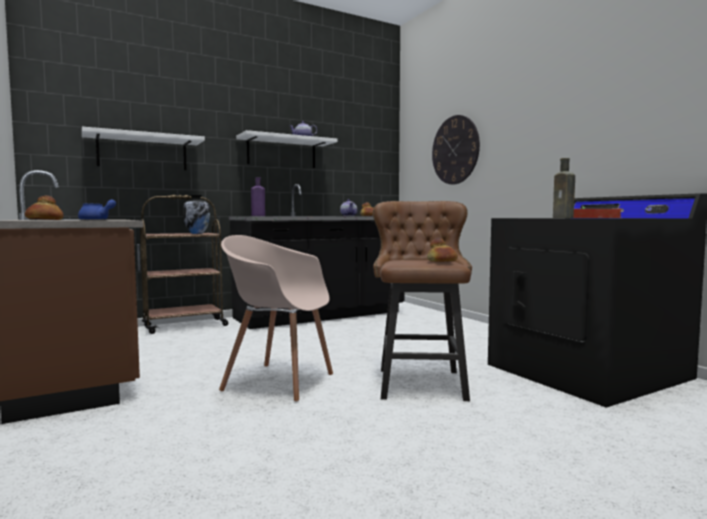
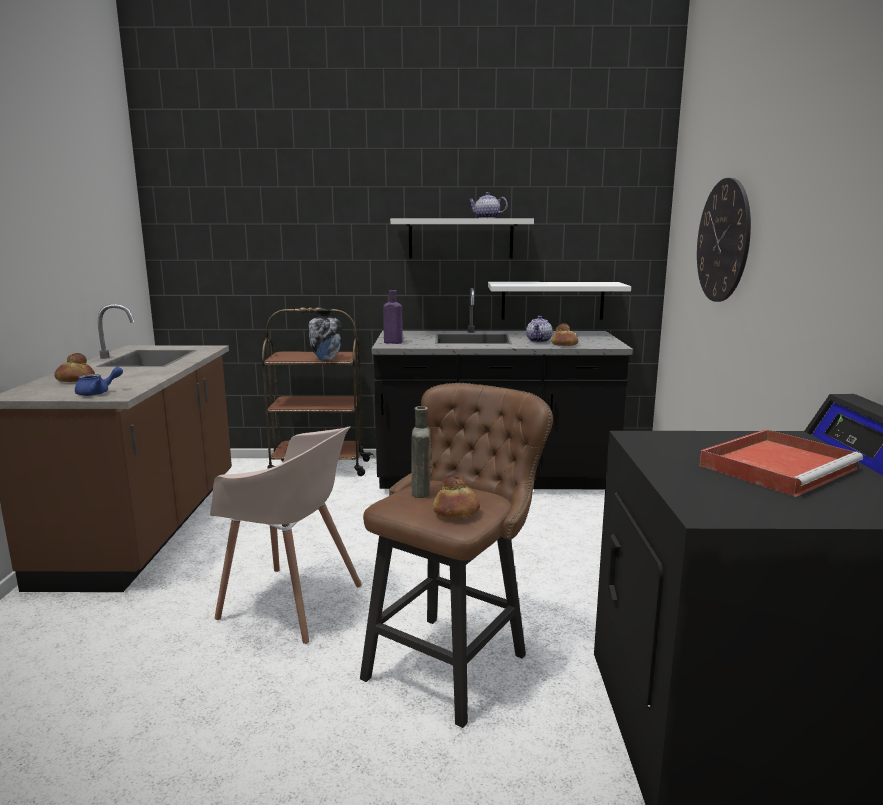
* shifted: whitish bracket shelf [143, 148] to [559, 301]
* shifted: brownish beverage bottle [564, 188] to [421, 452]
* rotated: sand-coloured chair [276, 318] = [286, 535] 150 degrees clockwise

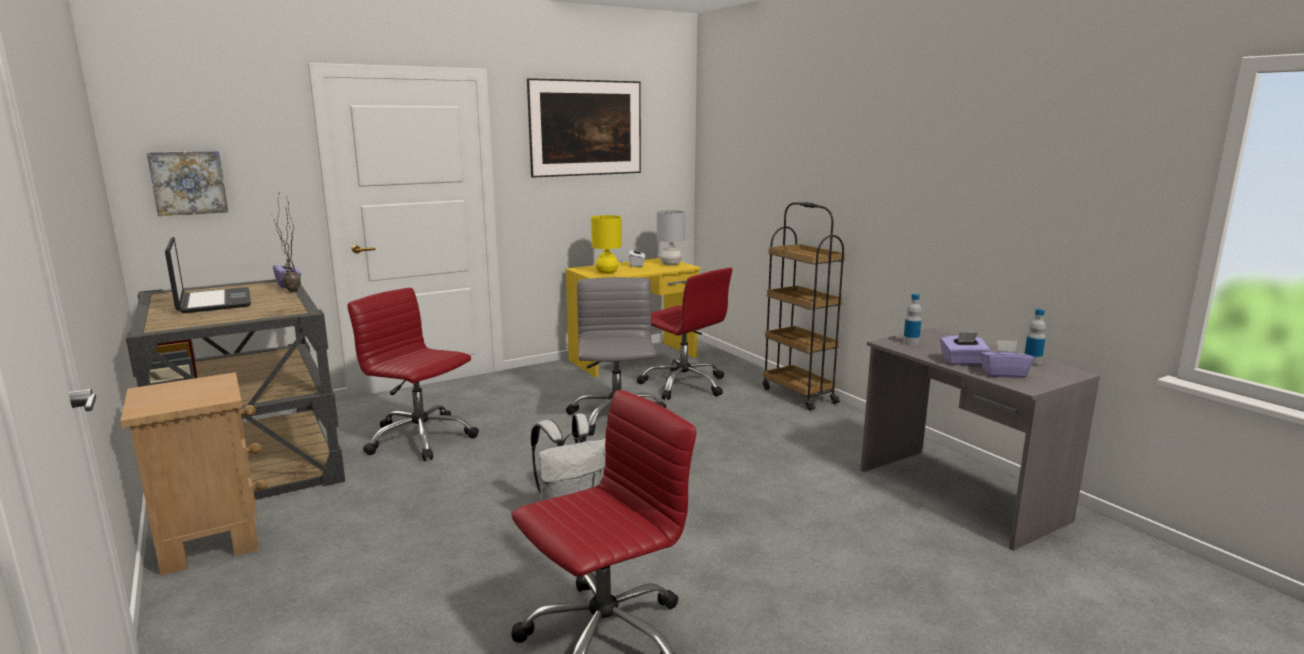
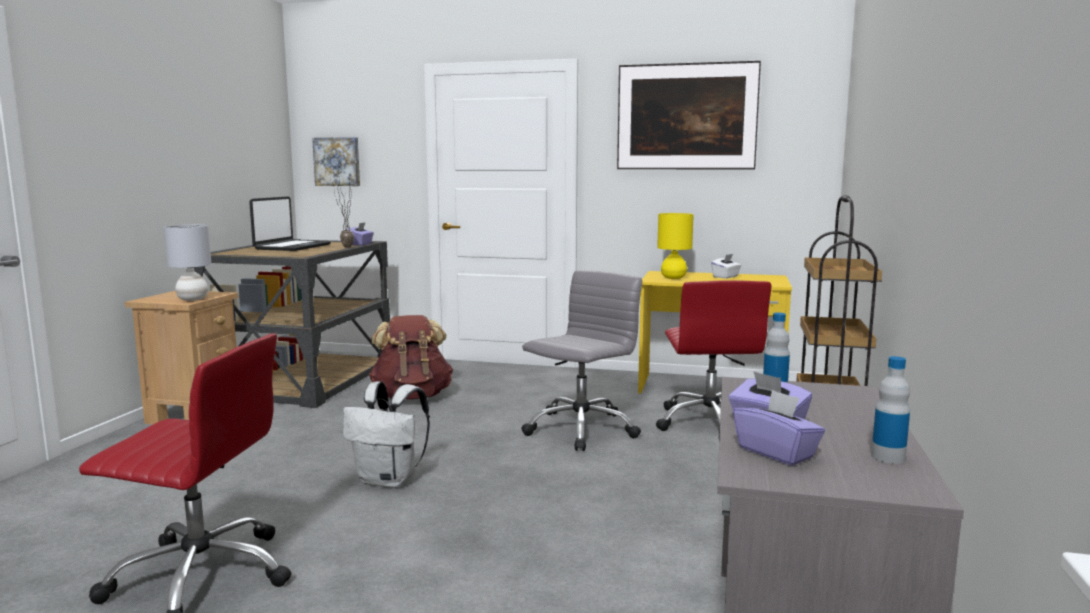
* shifted: grey lamp for a table [671, 238] to [187, 263]
* swapped: reddish desk chair [413, 374] to brownish backpack [411, 357]

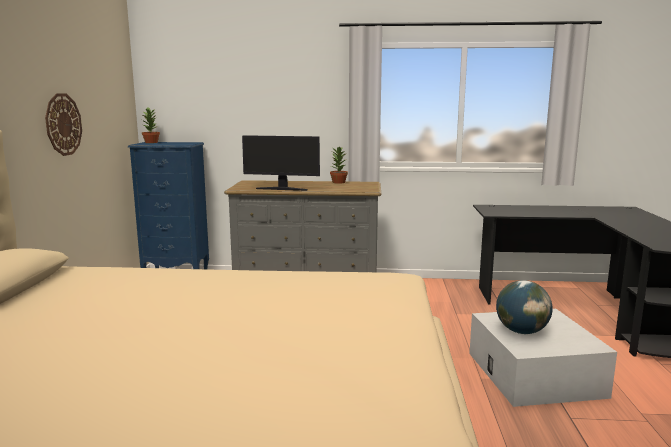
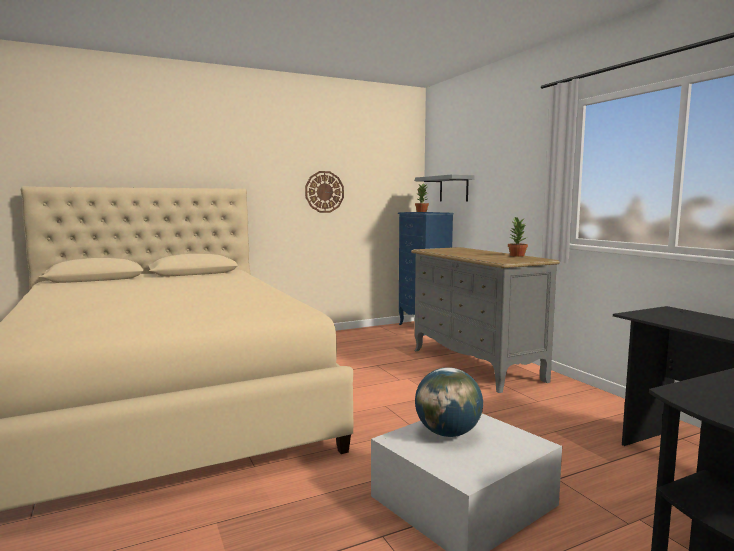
* gone: monitor [281, 163]
* new: grey bracket shelf [445, 188]

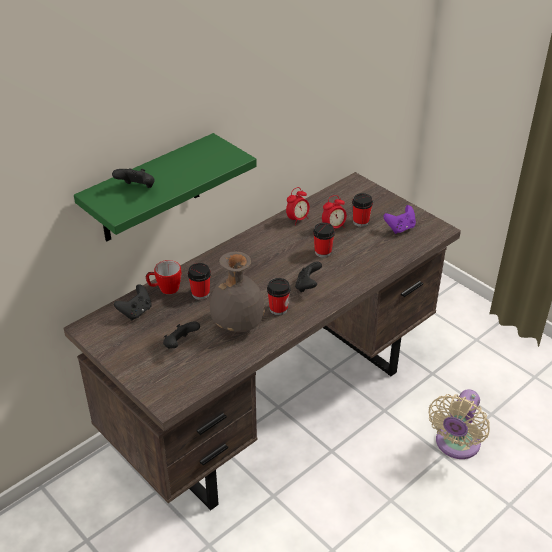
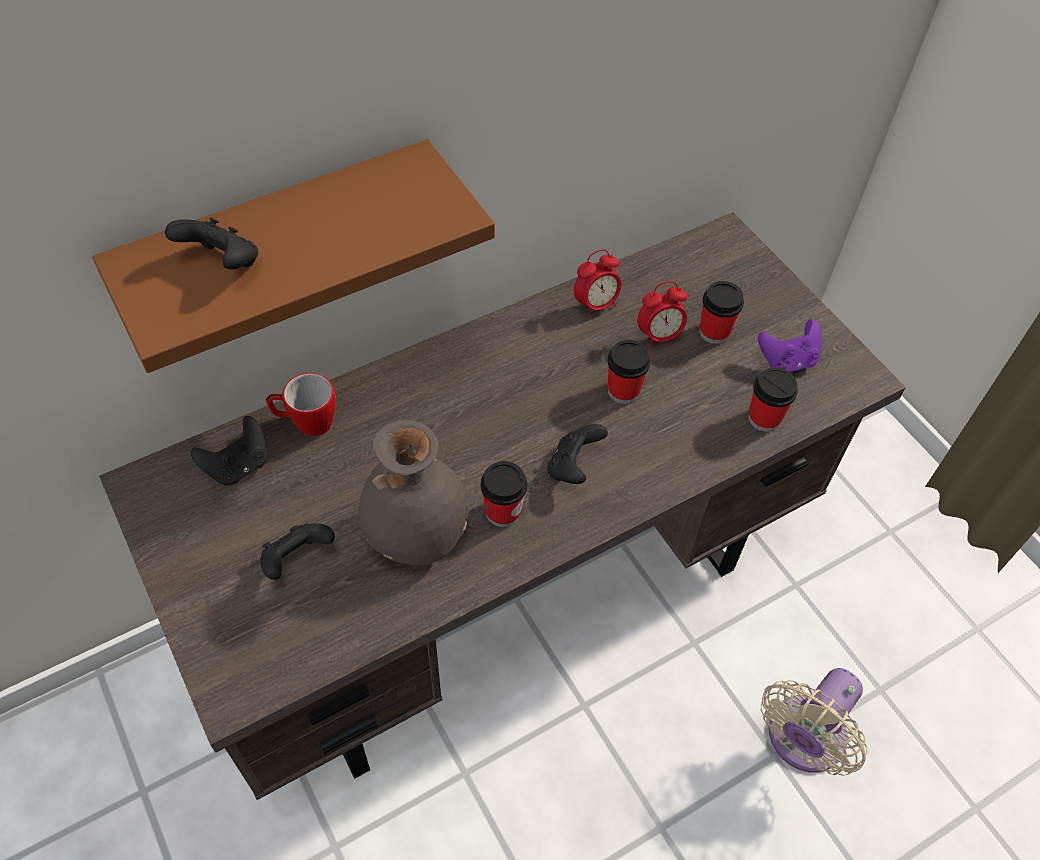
* repainted: green bracket shelf [165, 187] to brownish bracket shelf [293, 256]
* shifted: small cup [199, 281] to [773, 399]

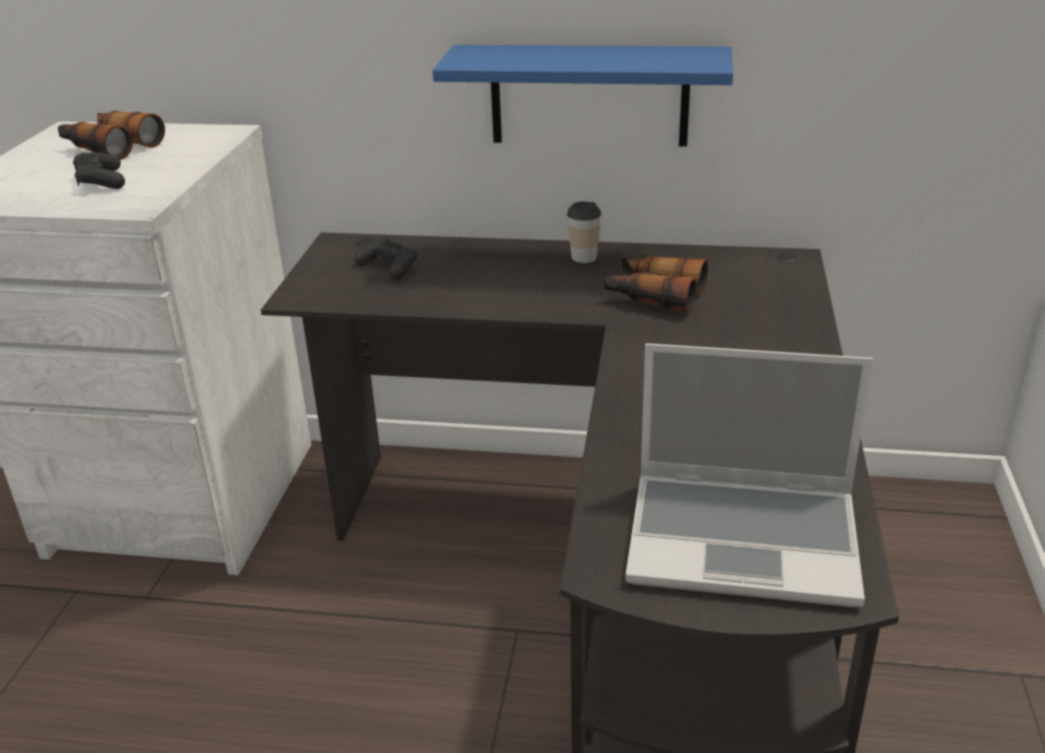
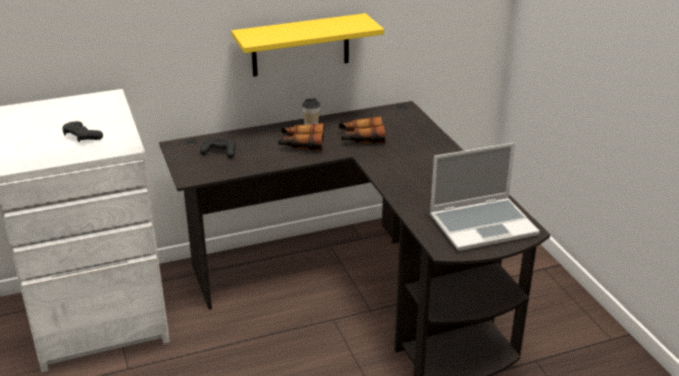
* repainted: blue-coloured bracket shelf [583, 96] to yellow bracket shelf [307, 45]
* shifted: field glasses [111, 135] to [301, 137]

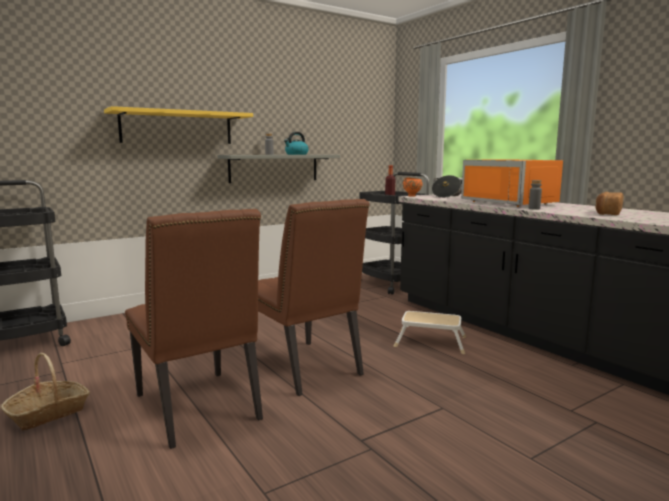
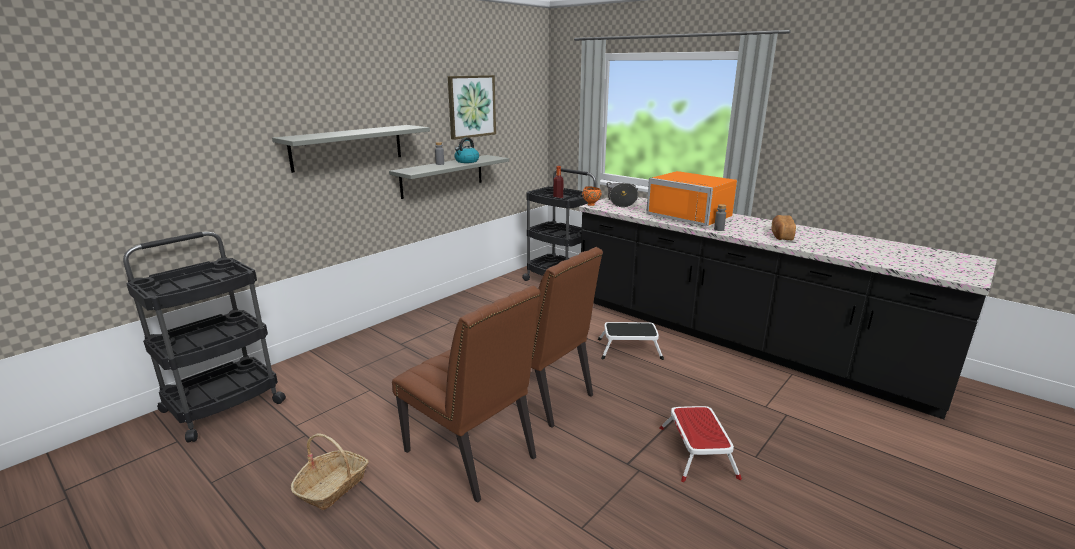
* repainted: yellow bracket shelf [178, 125] to grey bracket shelf [351, 149]
* repainted: sand-coloured step ladder [430, 332] to blackish step ladder [631, 341]
* new: wall art [472, 107]
* new: reddish step ladder [700, 444]

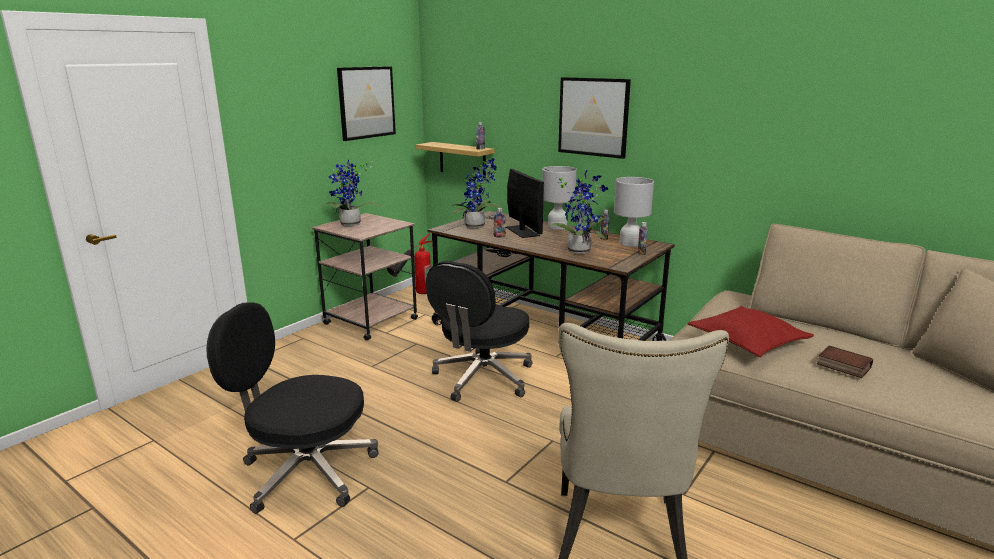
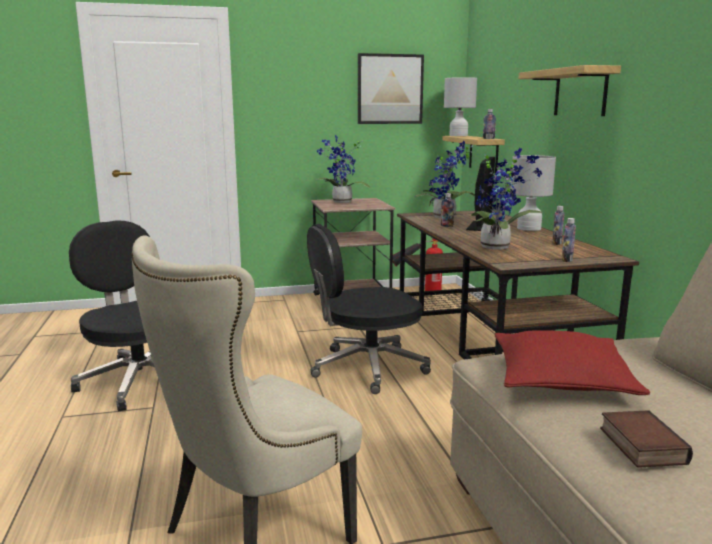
* swapped: wall art [594, 118] to bracket shelf [570, 90]
* shifted: grey lamp for a table [634, 212] to [460, 106]

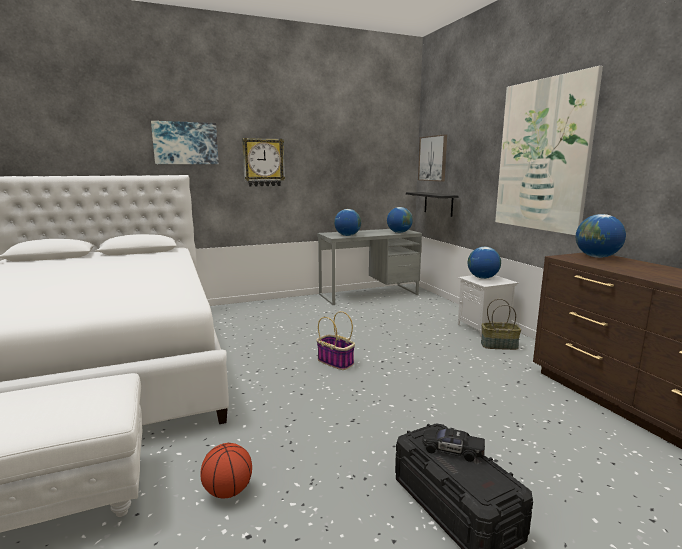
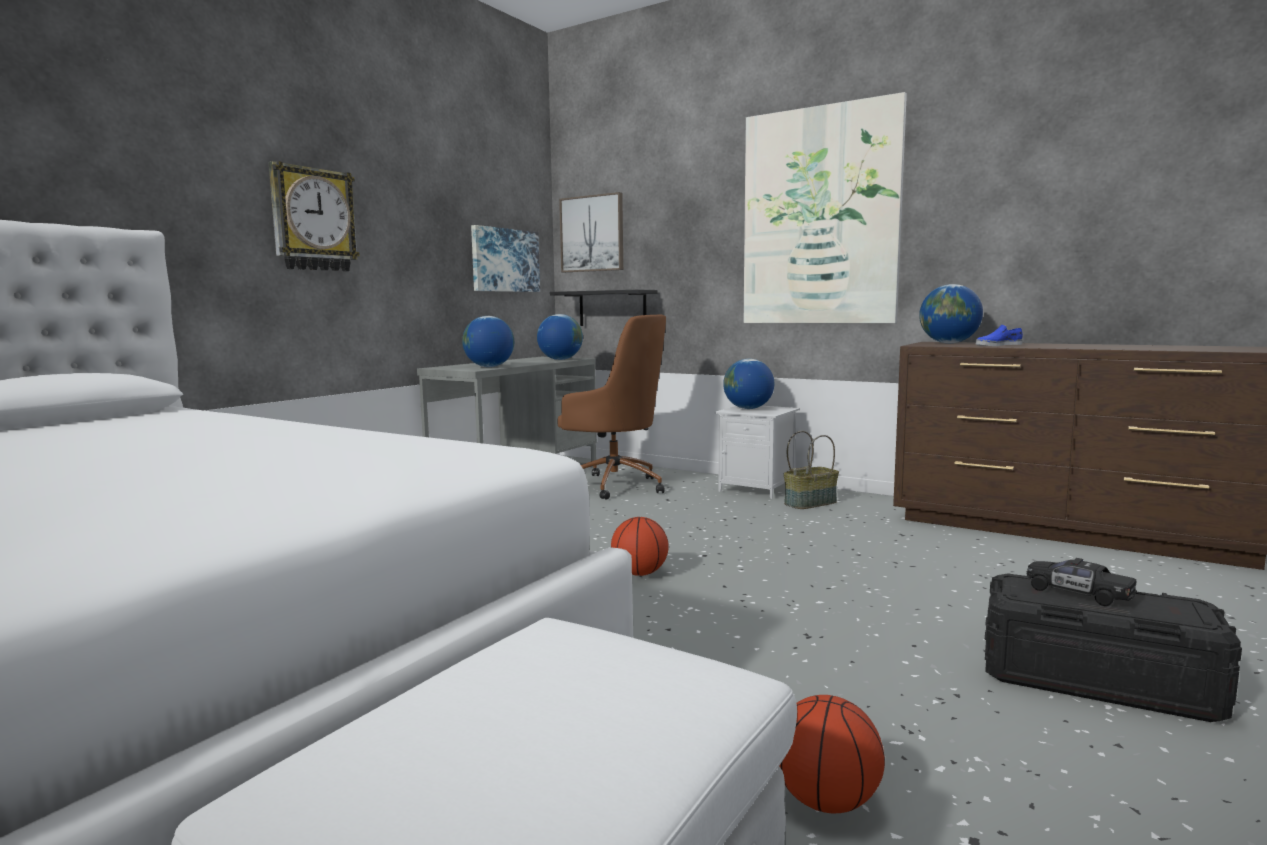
* shifted: wall art [185, 142] to [505, 258]
* swapped: basket [335, 340] to ball for basketball [640, 546]
* rotated: blackish miniature car [453, 445] = [1082, 582] 60 degrees clockwise
* new: brownish desk chair [611, 407]
* new: blue-coloured shoe [999, 335]

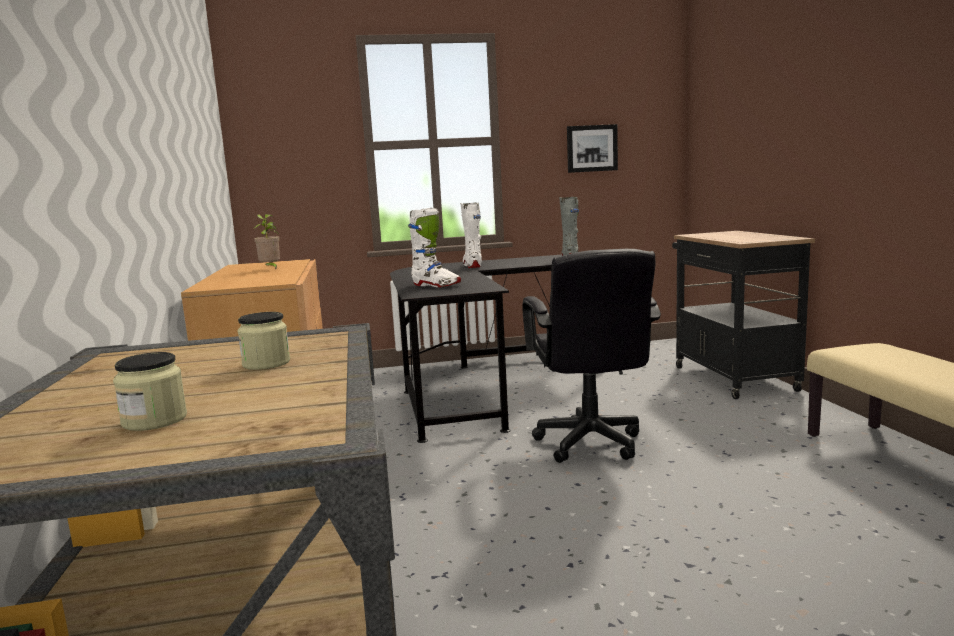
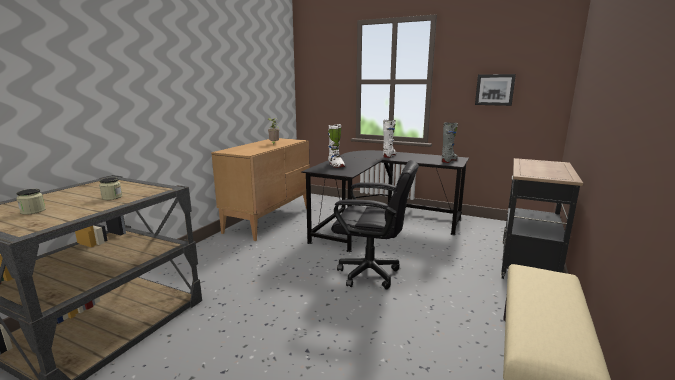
* rotated: blackish desk chair [592, 356] = [375, 224] 105 degrees counterclockwise

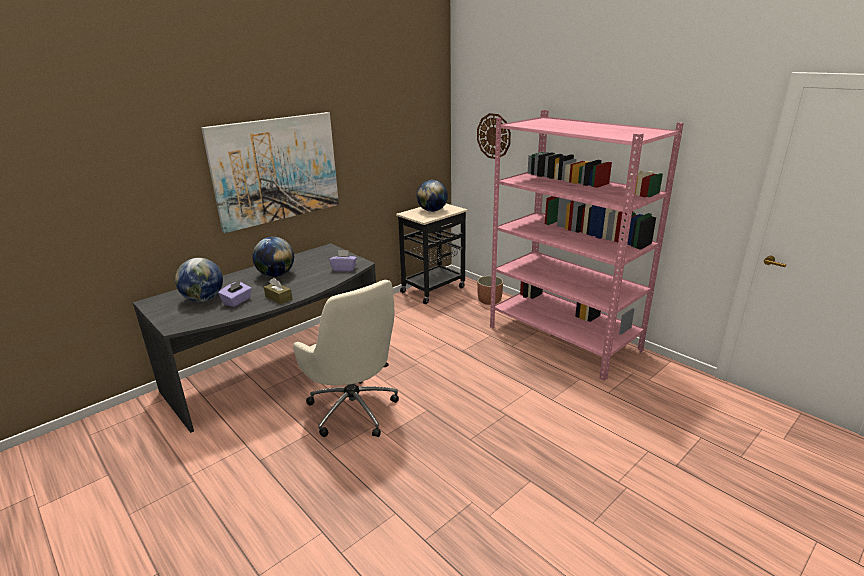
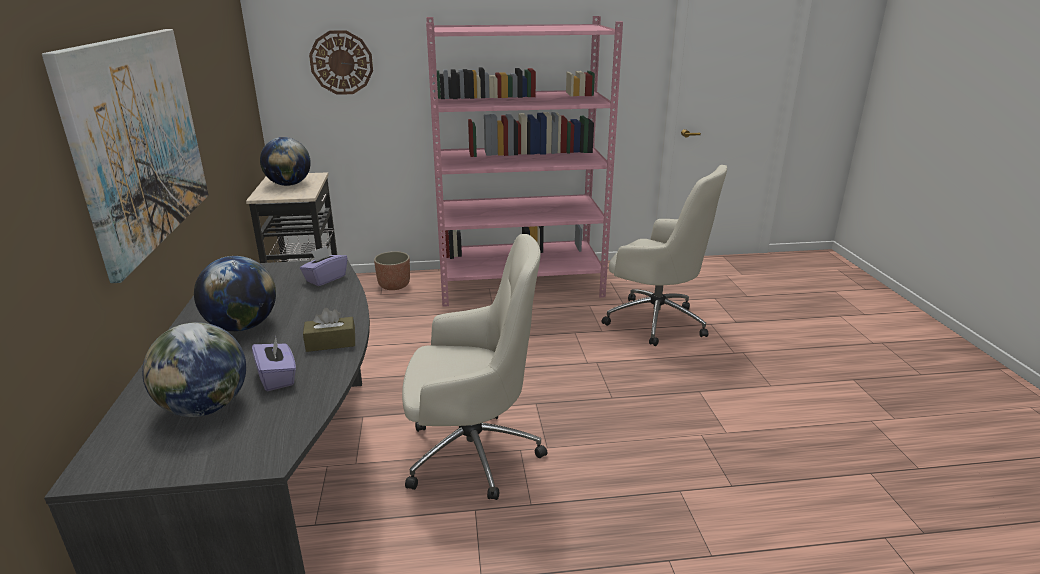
* new: sand-coloured desk chair [664, 255]

